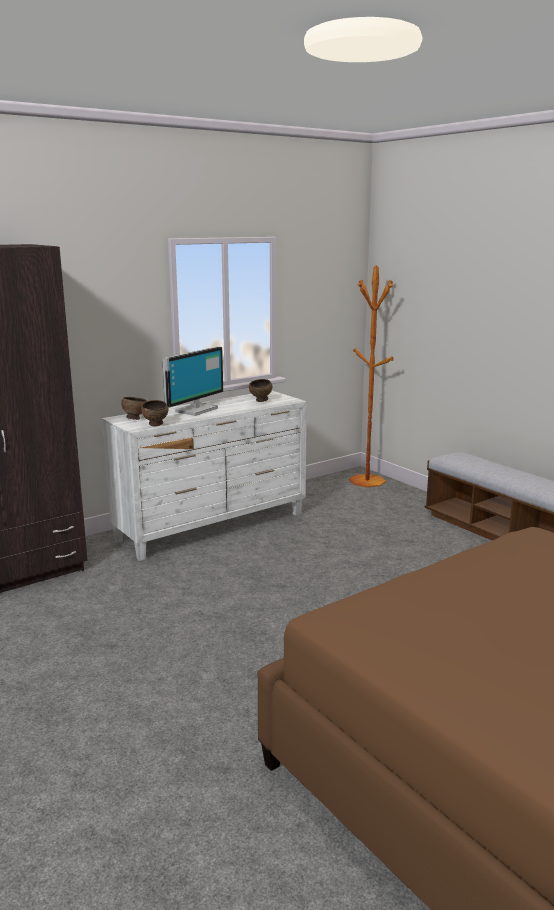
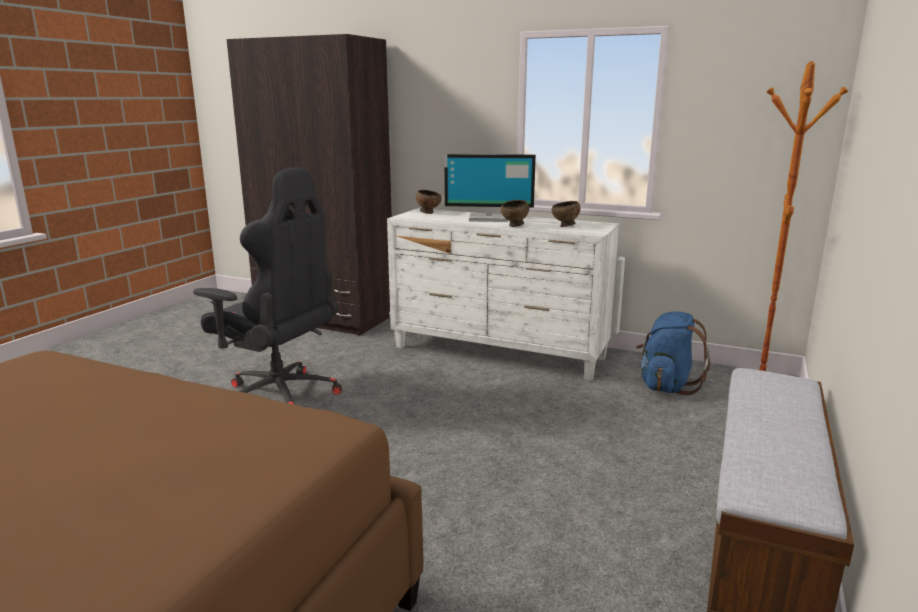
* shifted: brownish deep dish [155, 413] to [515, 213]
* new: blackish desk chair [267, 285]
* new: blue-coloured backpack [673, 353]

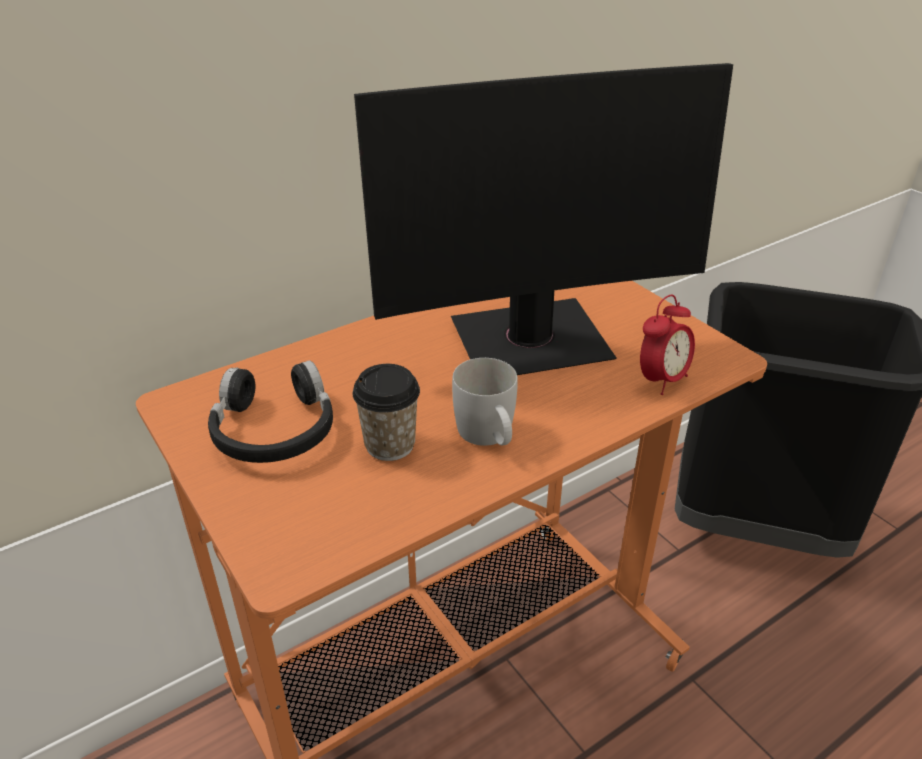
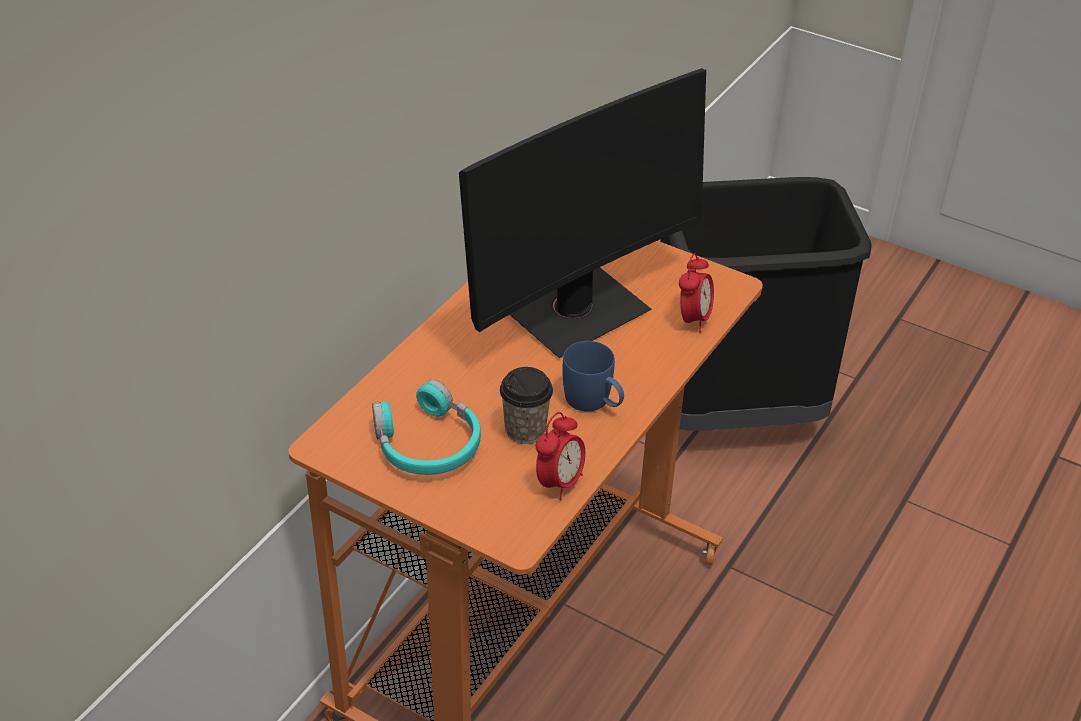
* repainted: whitish tea mug [485, 402] to blue-coloured tea mug [593, 376]
* repainted: blackish headphones [270, 411] to turquoise headphones [426, 427]
* new: alarm clock [560, 456]

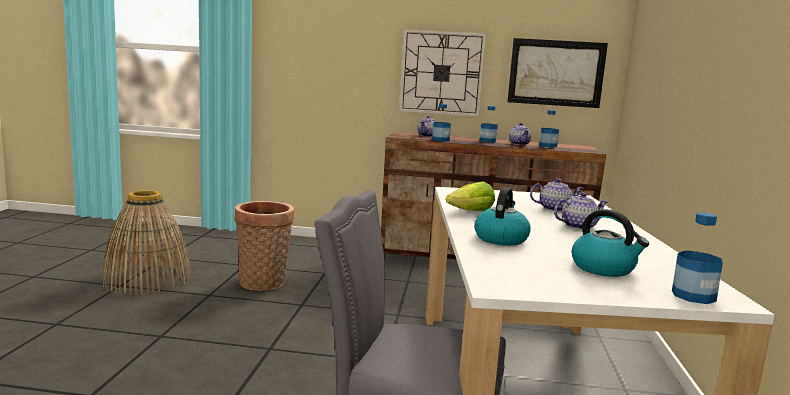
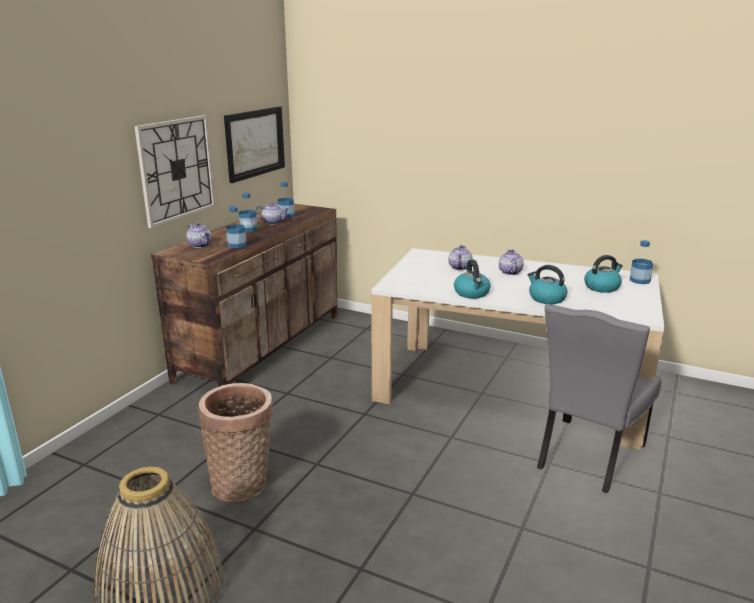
* swapped: lettuce [470, 196] to tea kettle [472, 279]

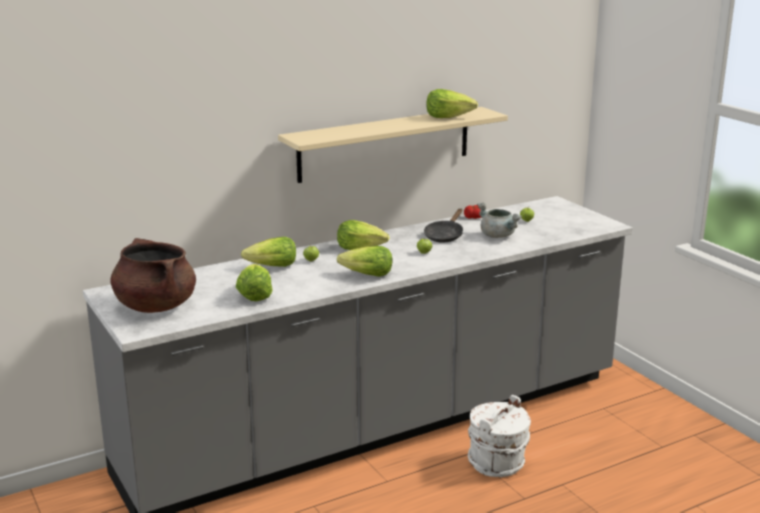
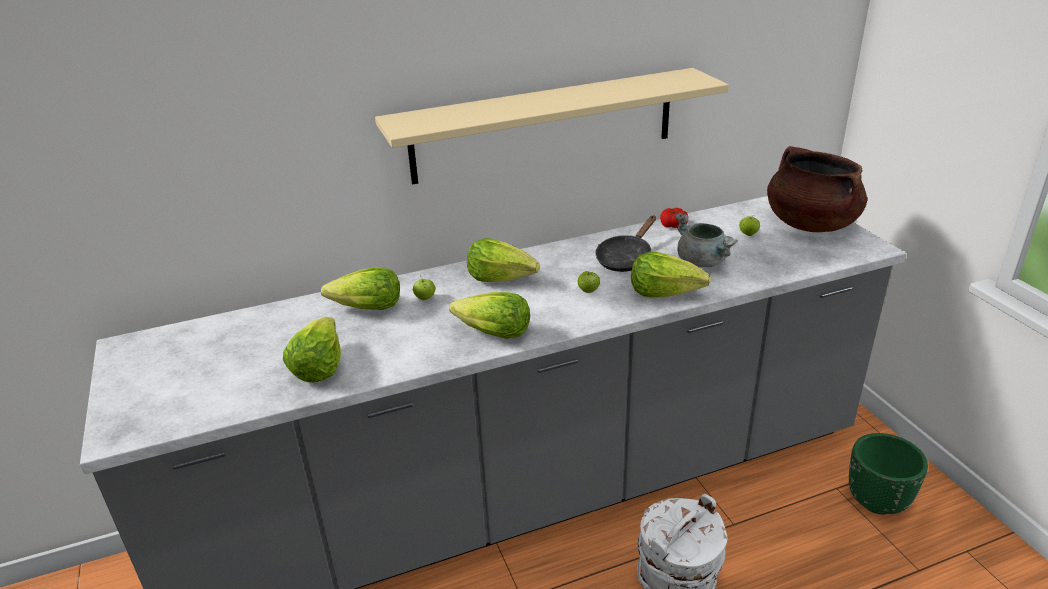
* shifted: lettuce [452, 103] to [671, 274]
* shifted: brownish saucepot [153, 275] to [817, 189]
* new: green planter [888, 473]

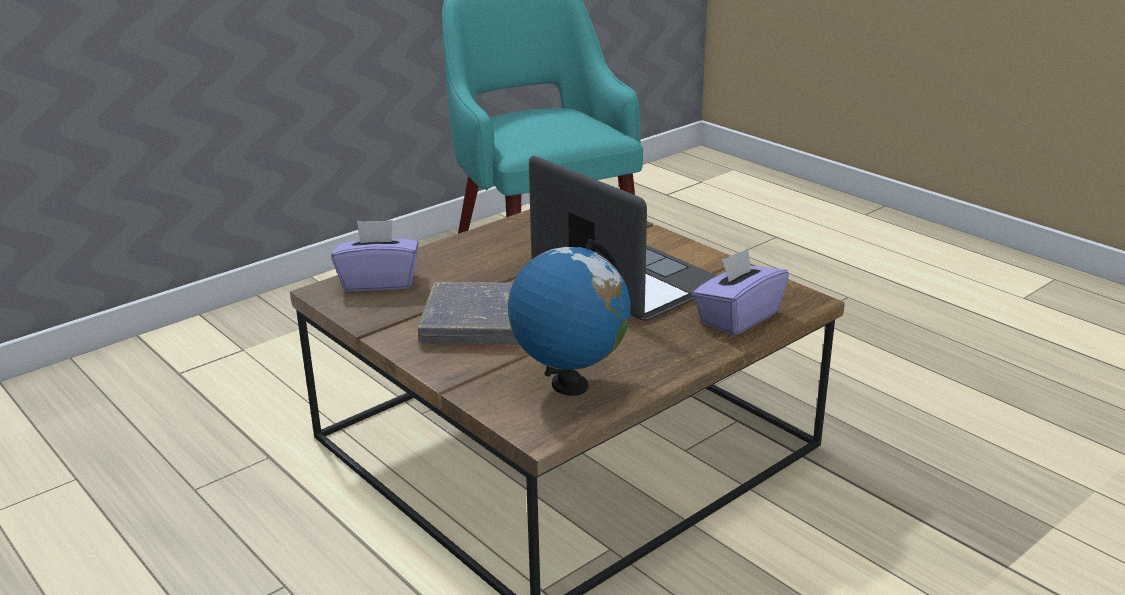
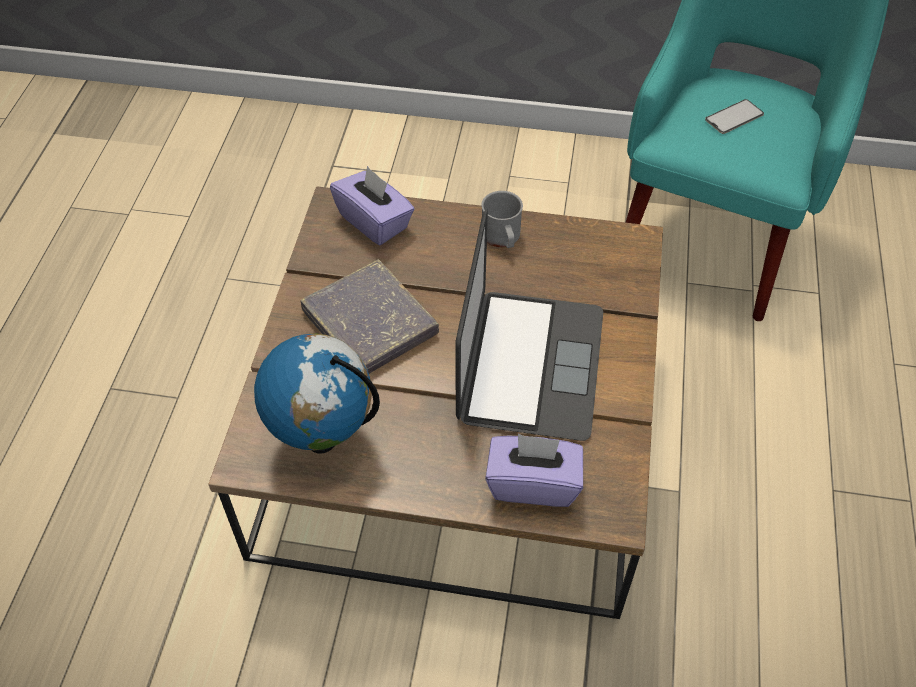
* new: phone [734, 116]
* new: grey tea mug [502, 219]

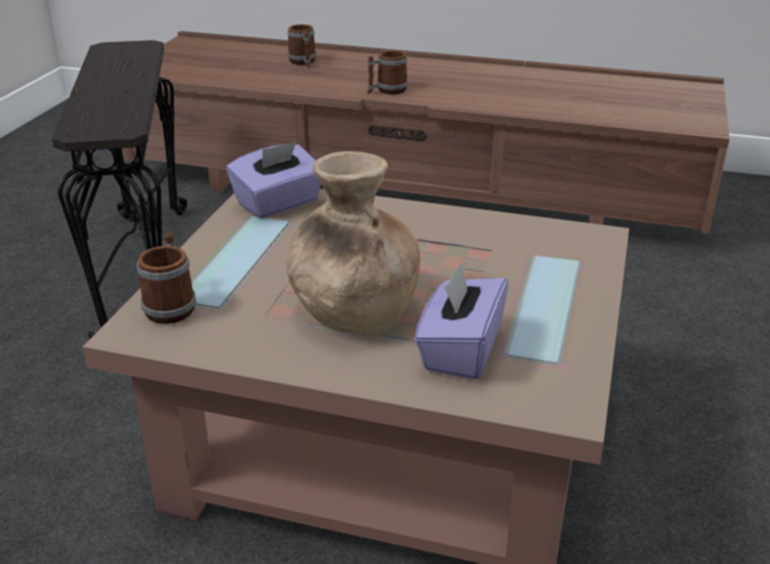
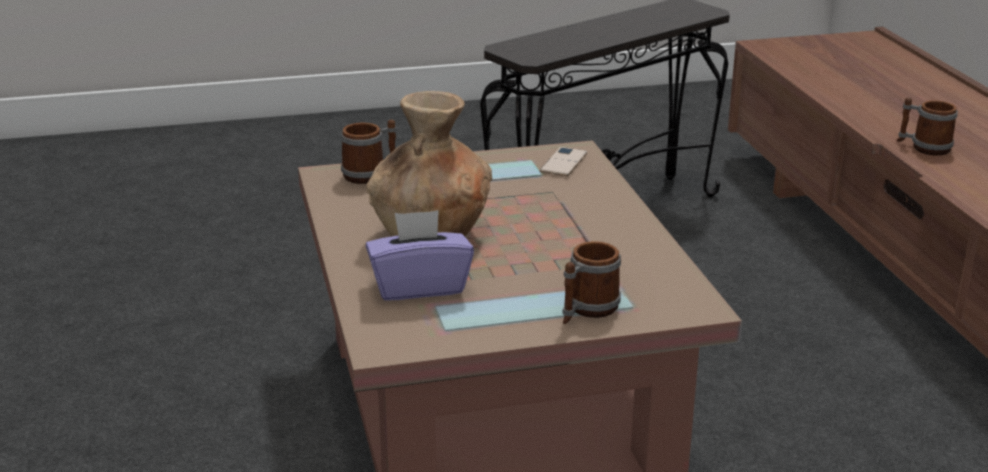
* shifted: tea mug [301, 46] to [592, 282]
* swapped: purple tissue holder [273, 180] to phone [563, 161]

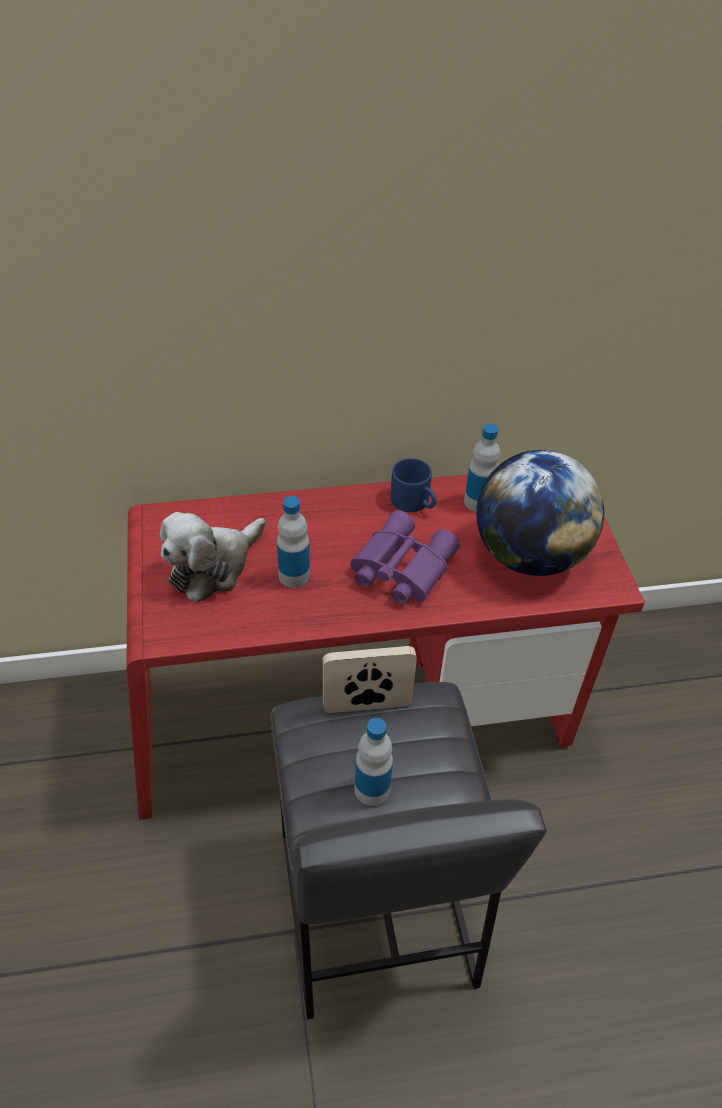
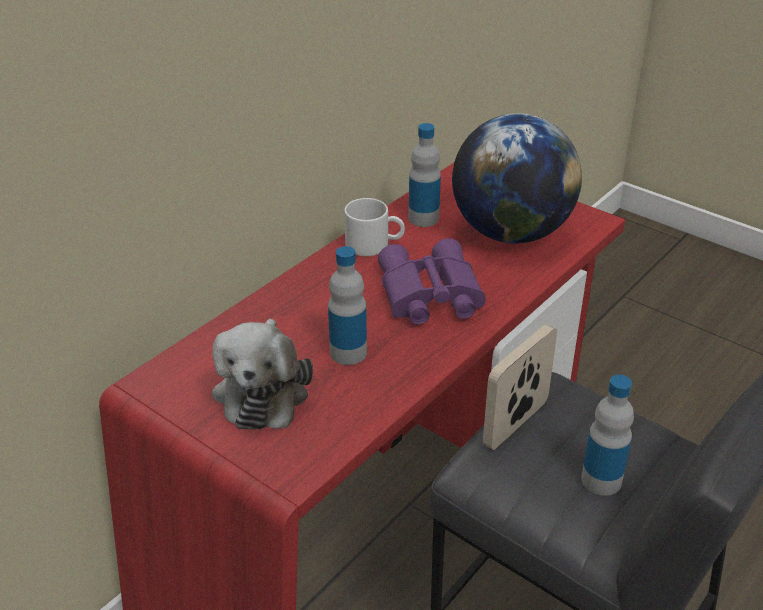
* repainted: blue-coloured tea mug [413, 485] to whitish tea mug [374, 227]

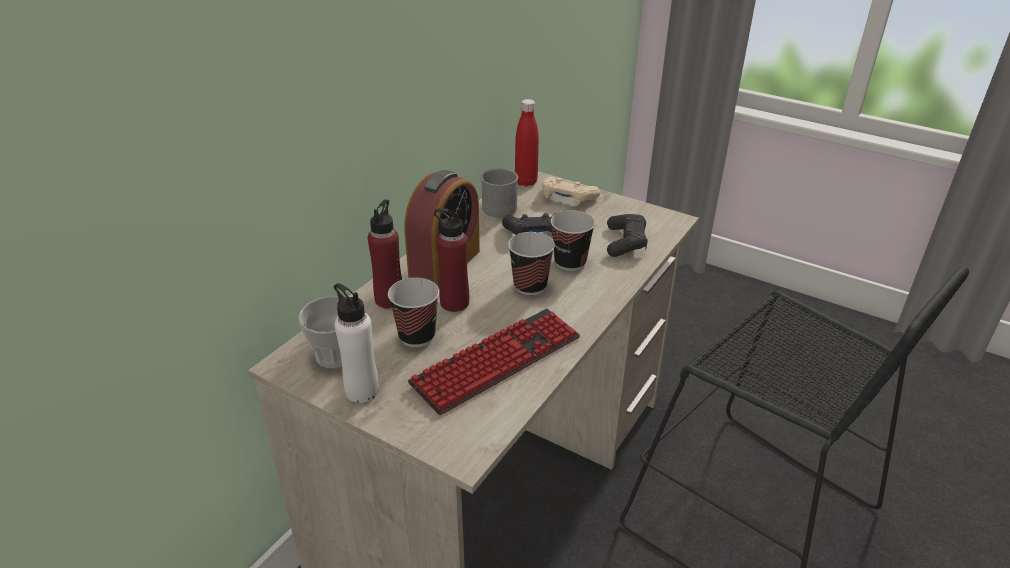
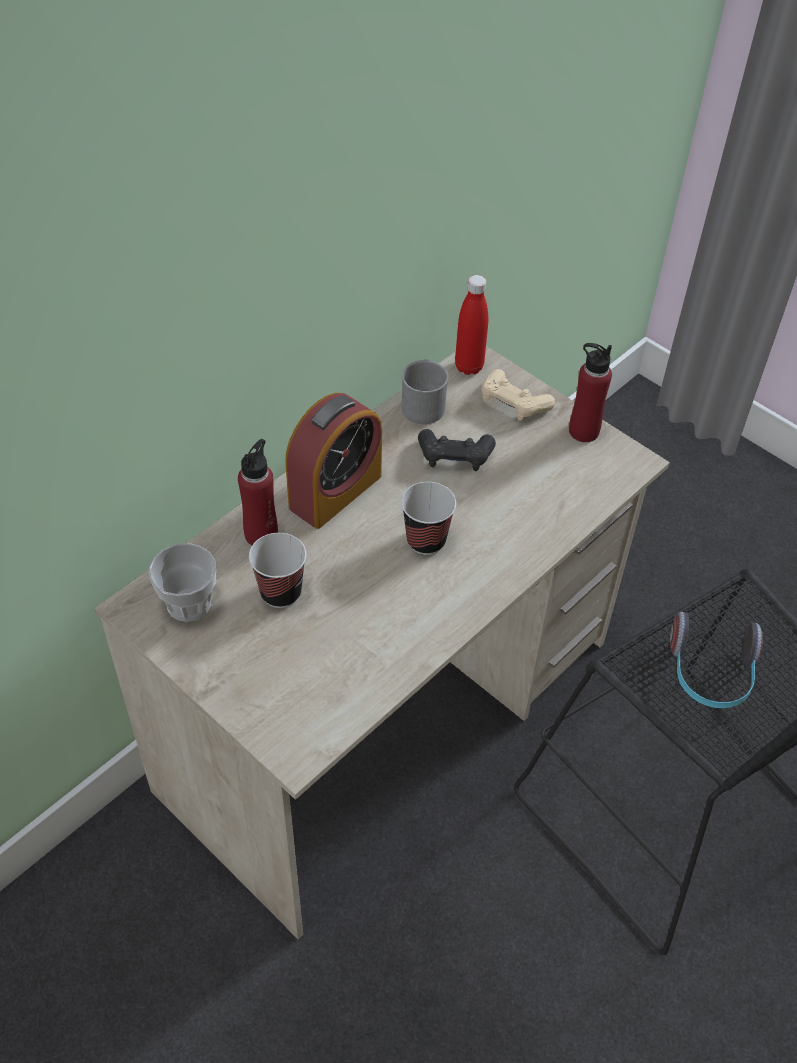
* shifted: reddish beverage bottle [451, 260] to [590, 392]
* gone: small cup [573, 240]
* gone: blackish game controller [627, 235]
* gone: whitish beverage bottle [356, 343]
* gone: PC keyboard [494, 362]
* new: headphones [716, 660]

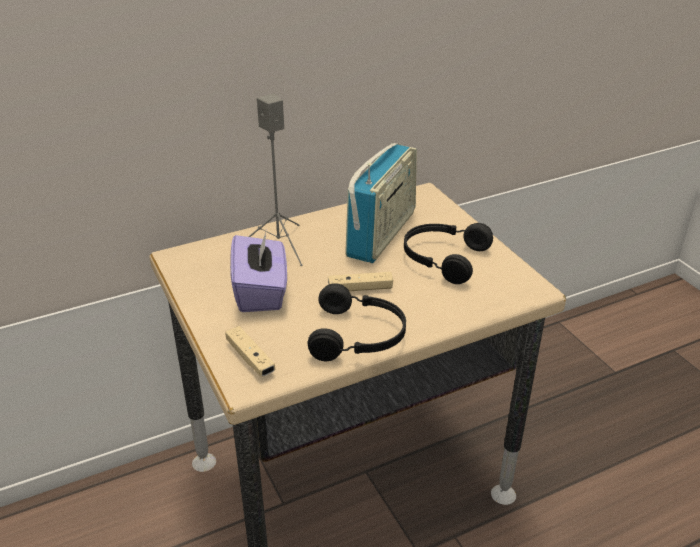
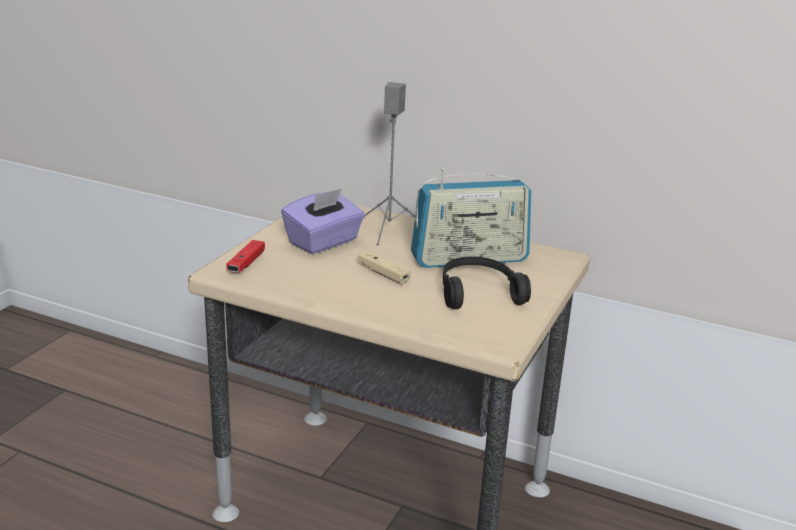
* gone: blackish headphones [357, 322]
* repainted: sand-coloured game controller [250, 351] to reddish game controller [246, 256]

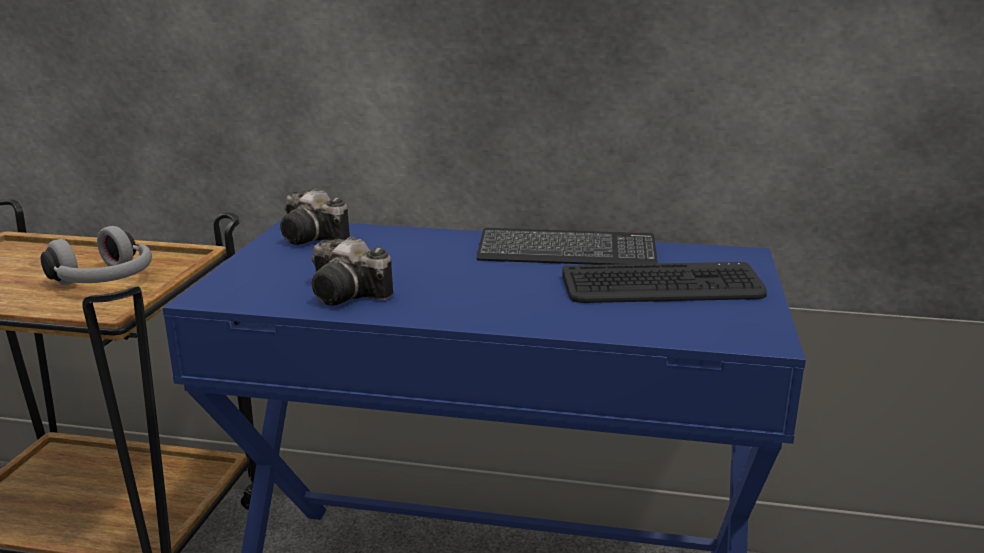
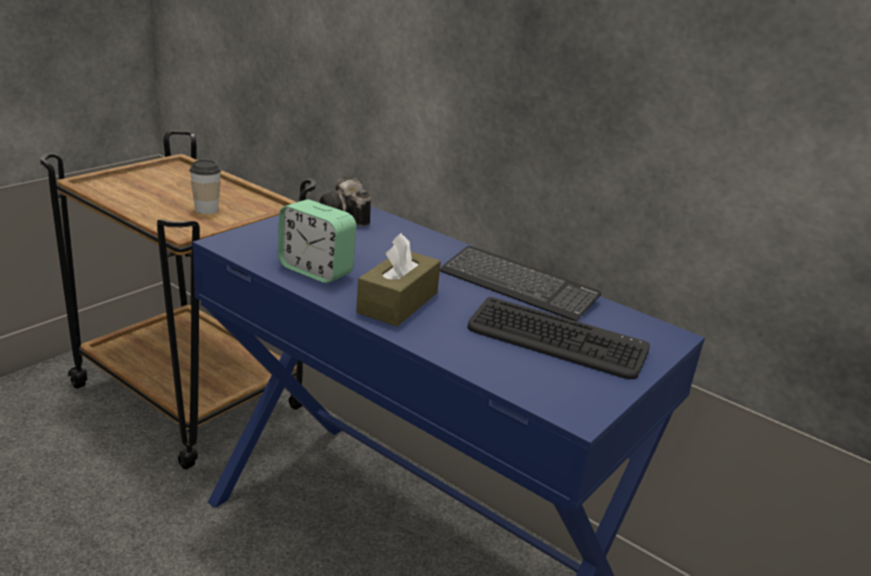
* swapped: grey headphones [96, 255] to small cup [205, 187]
* swapped: still camera [352, 271] to alarm clock [317, 241]
* new: brownish tissue holder [398, 279]

